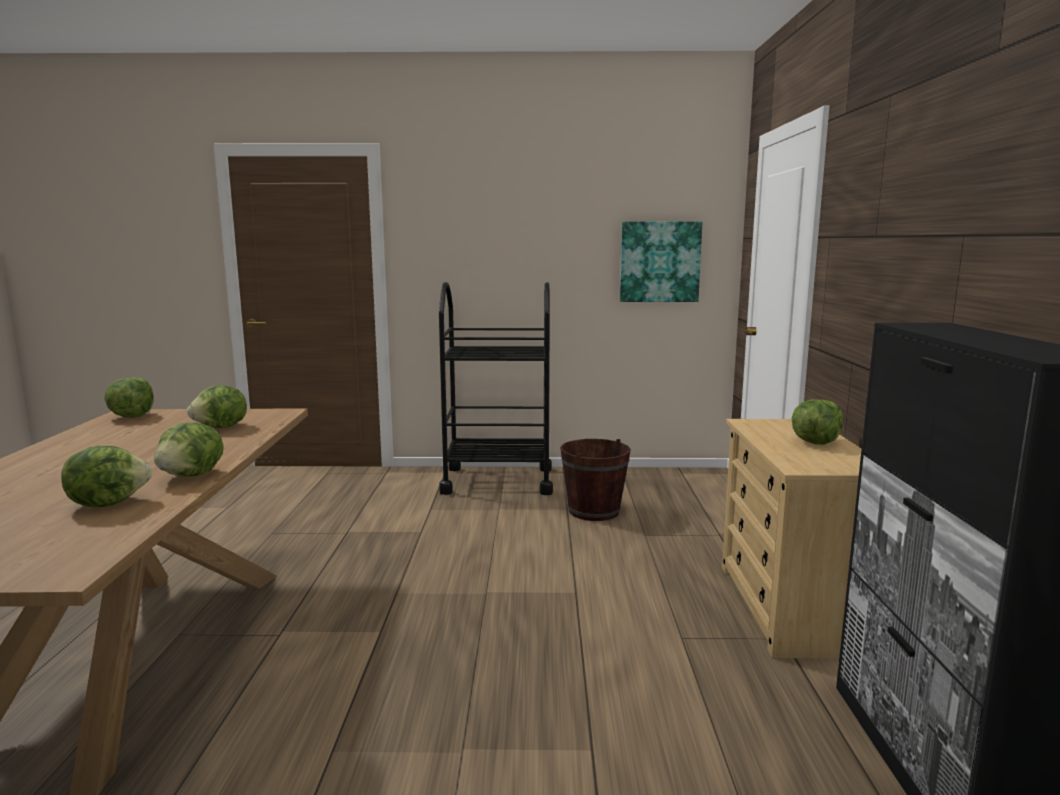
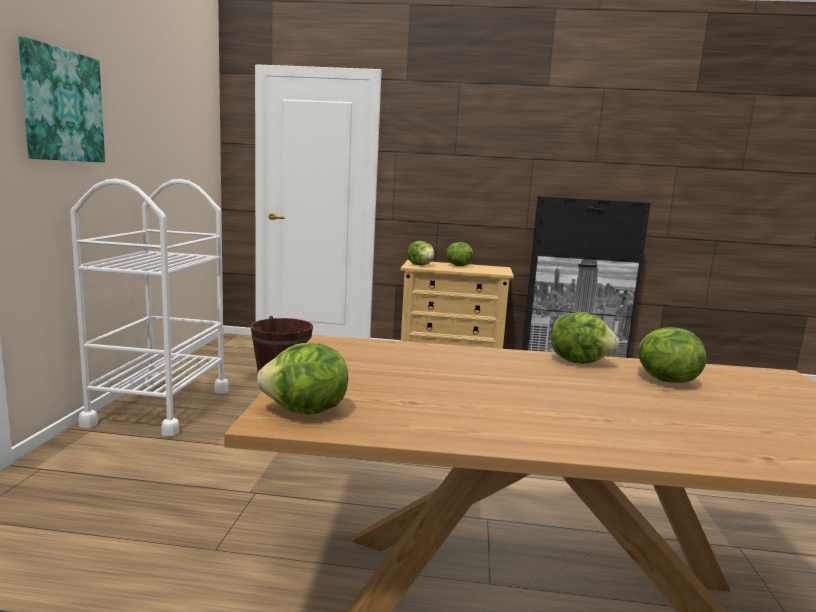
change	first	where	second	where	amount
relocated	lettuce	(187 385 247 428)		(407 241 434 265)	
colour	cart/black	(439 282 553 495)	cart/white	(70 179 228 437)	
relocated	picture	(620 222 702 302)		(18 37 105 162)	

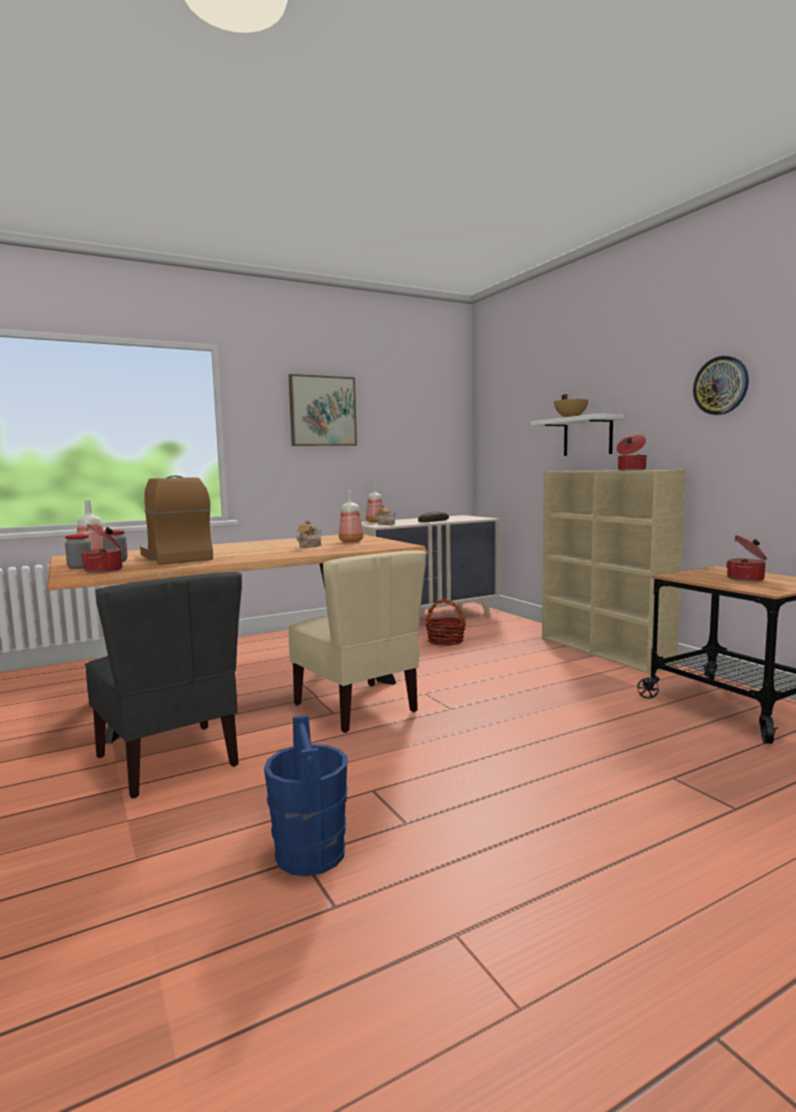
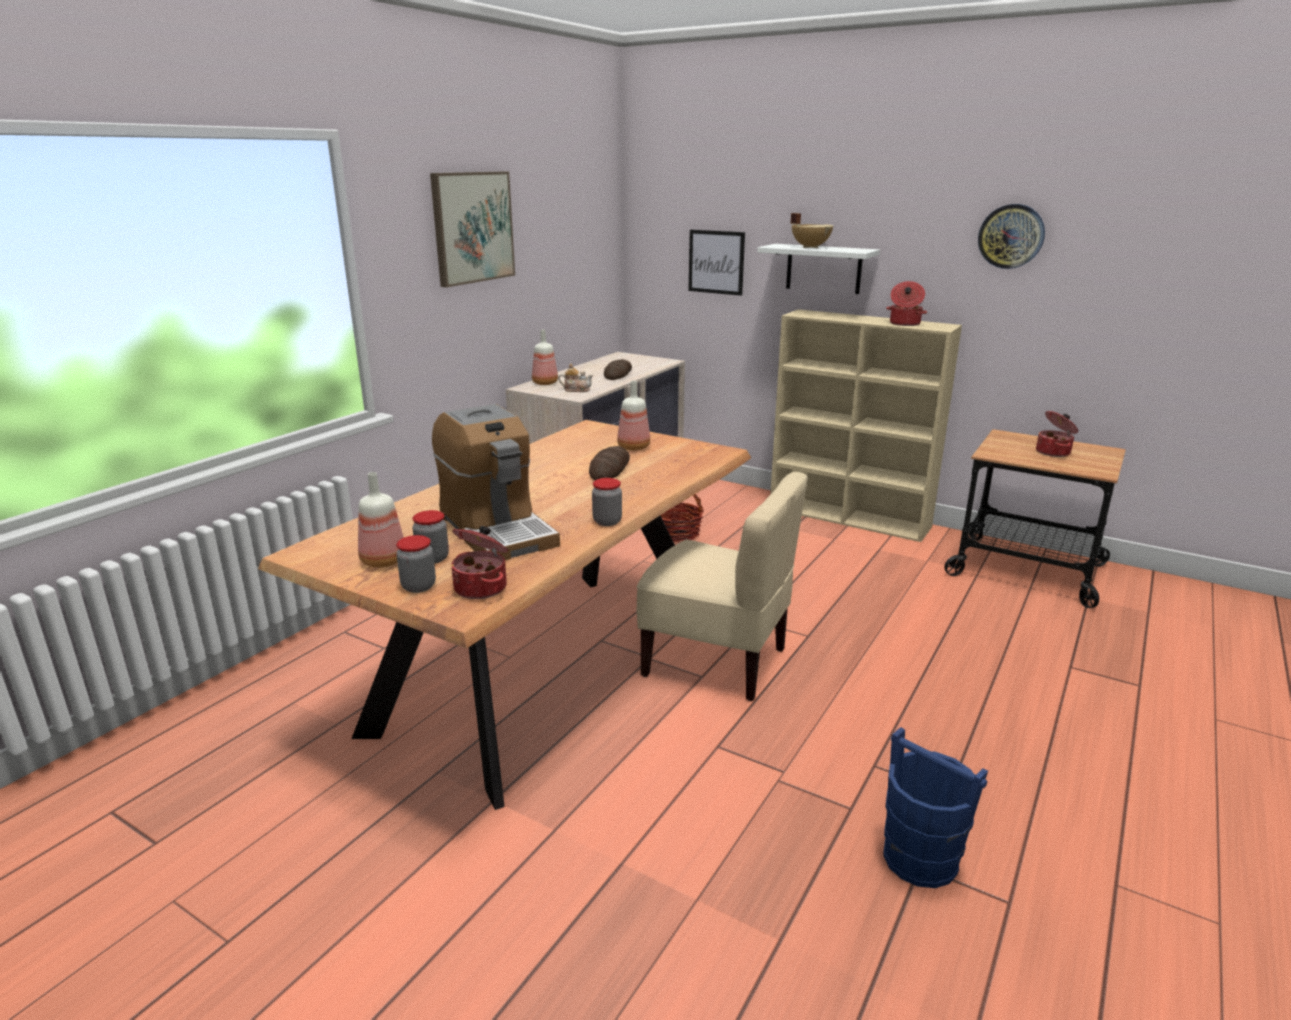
change	first	where	second	where	amount
missing	chair/grey	(85 572 242 799)			
spun	coffee machine	(140 476 213 565)		(432 404 560 560)	150 degrees counterclockwise
exchanged	teapot	(296 520 322 548)	bread	(589 446 630 480)	
appeared			jar	(592 478 622 526)	
appeared			picture	(688 230 745 296)	

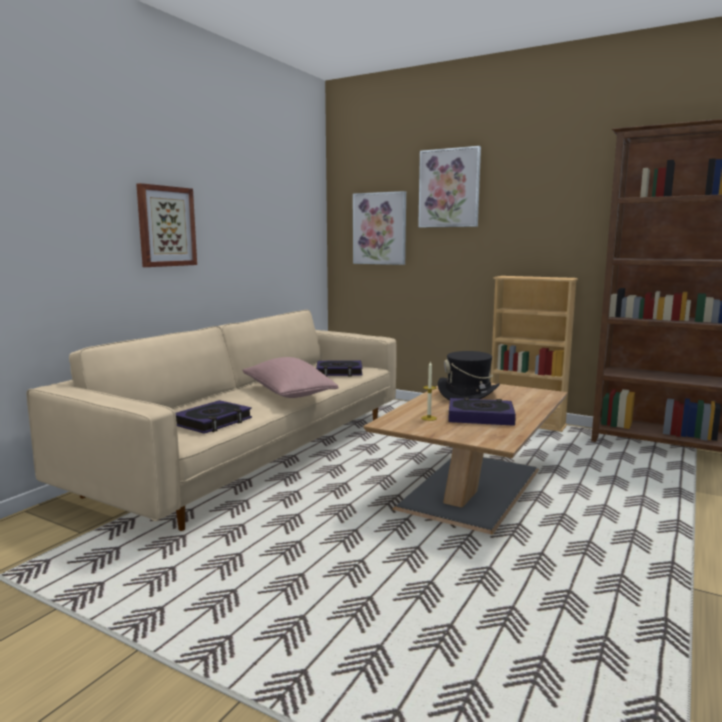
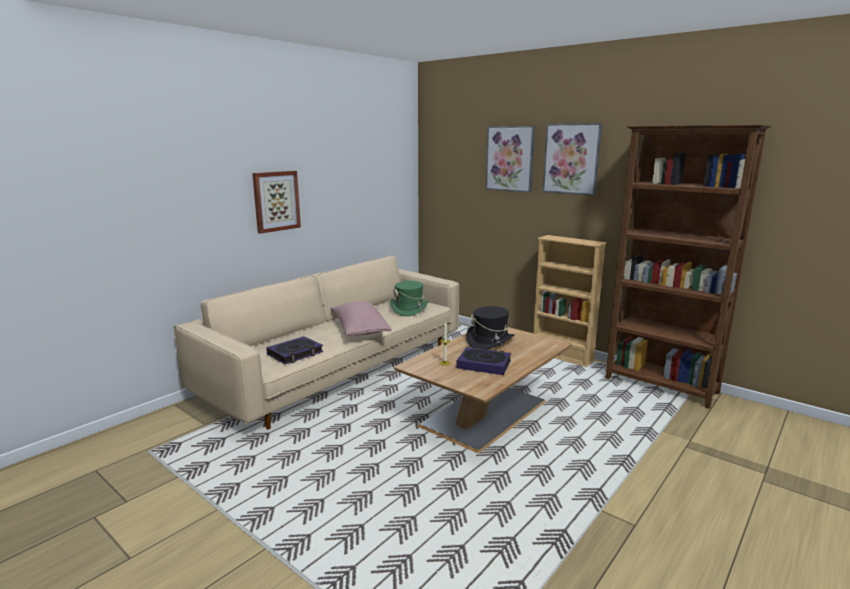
change	first	where	second	where	amount
exchanged	book	(316 360 362 377)	hat/green	(390 281 429 316)	
relocated	picture	(353 191 406 265)		(543 123 602 196)	

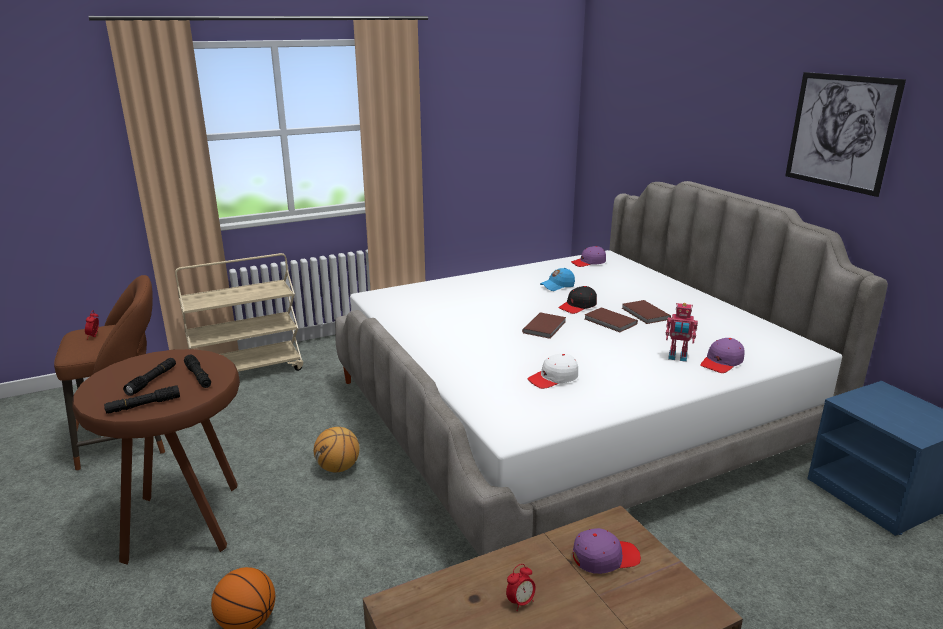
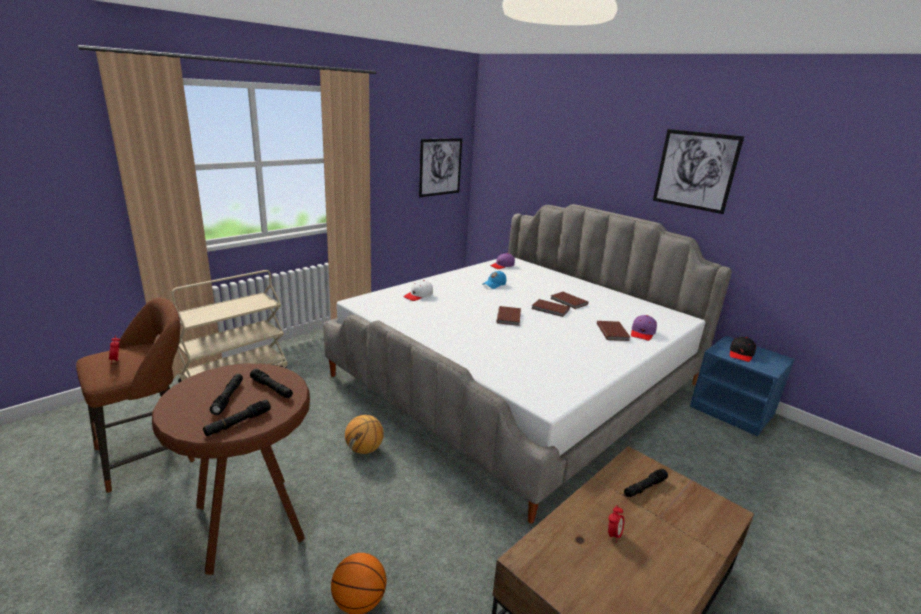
change	first	where	second	where	amount
relocated	cap/white	(528 354 578 389)		(403 280 433 301)	
relocated	cap/black	(559 286 597 314)		(730 337 756 362)	
exchanged	cap/purple	(572 528 641 574)	flashlight/black	(624 469 668 497)	
exchanged	toy robot	(666 303 698 362)	book/brown	(597 321 630 341)	
appeared			picture	(419 138 462 197)	

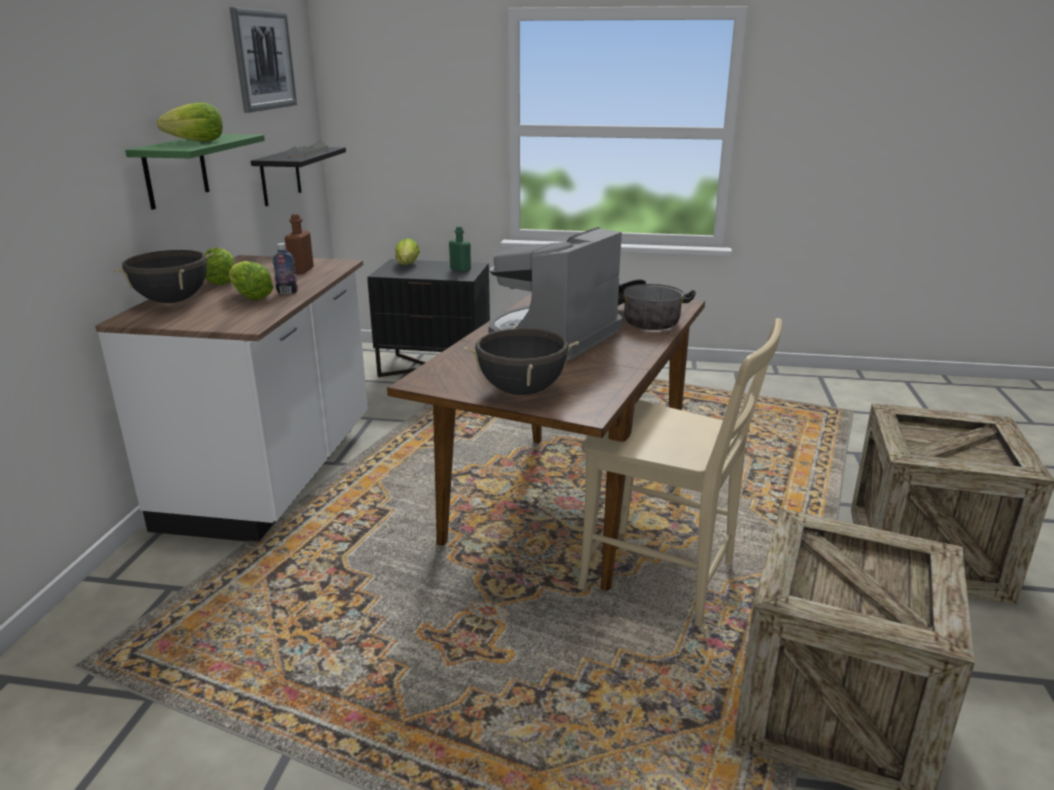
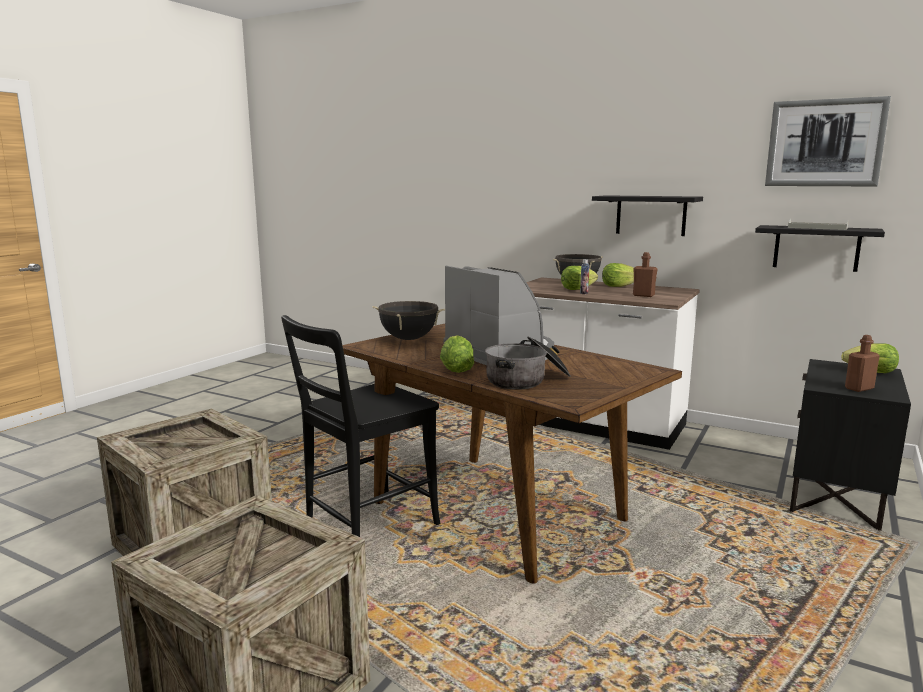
change	first	where	second	where	amount
colour	shelf/green	(125 134 265 210)	shelf/black	(592 195 703 236)	
relocated	lettuce	(157 102 223 141)		(440 335 474 373)	
colour	bottle/green	(449 226 471 272)	bottle/brown	(845 335 880 392)	
colour	chair/beige	(577 318 782 627)	chair/black	(281 315 441 537)	

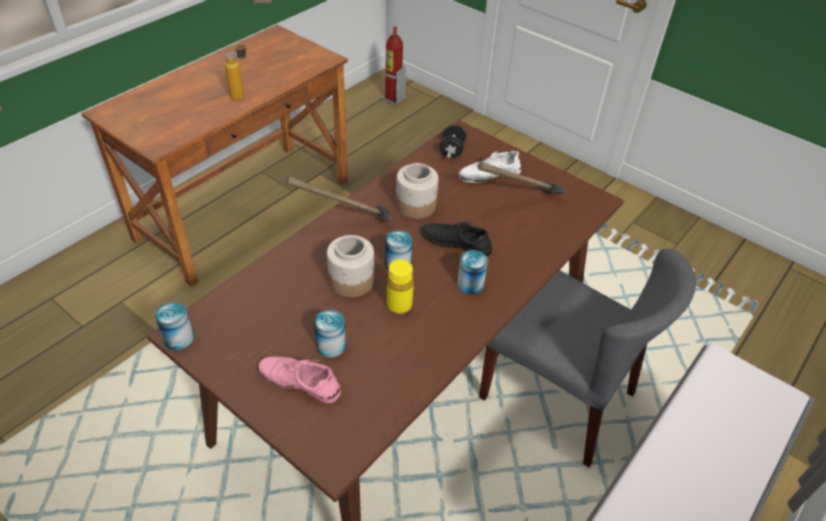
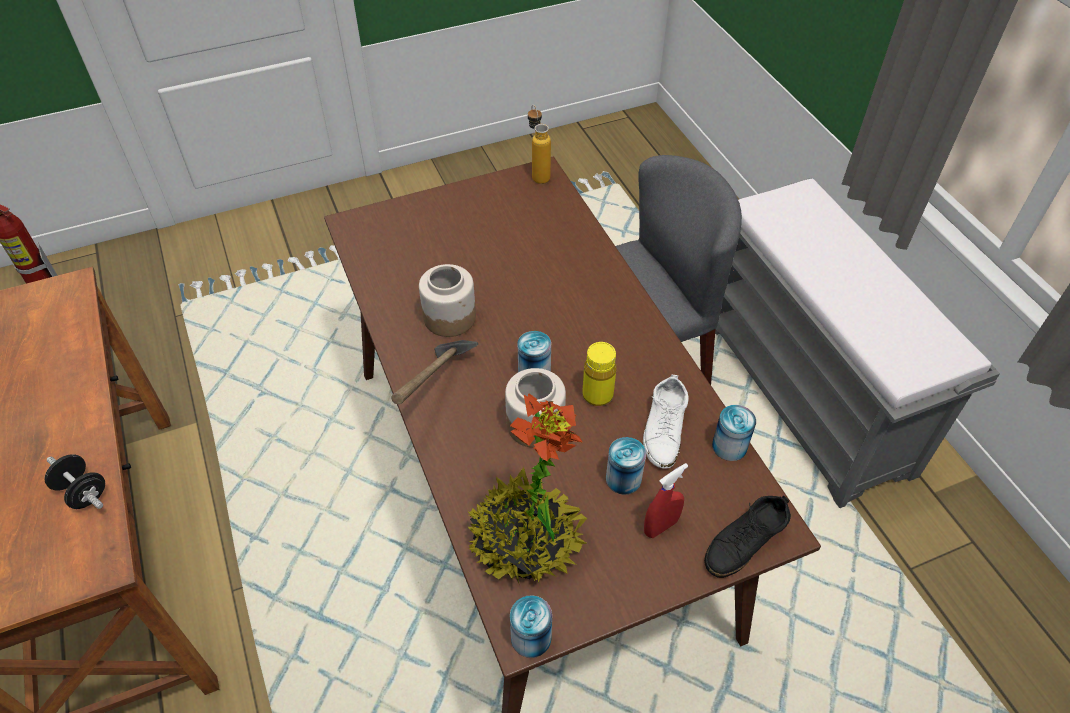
change	first	where	second	where	amount
relocated	bottle	(225 40 246 100)		(528 105 551 184)	
exchanged	shoe/pink	(258 357 341 403)	spray bottle/red	(644 463 688 538)	
relocated	shoe/black	(421 221 492 257)		(704 495 791 578)	
relocated	dumbbell/black	(439 125 466 158)		(45 454 105 509)	
relocated	can	(457 250 488 294)		(712 405 756 461)	
relocated	shoe/white	(459 151 521 183)		(643 375 689 469)	
missing	hammer	(478 162 566 194)			
appeared			potted plant	(467 393 587 586)	

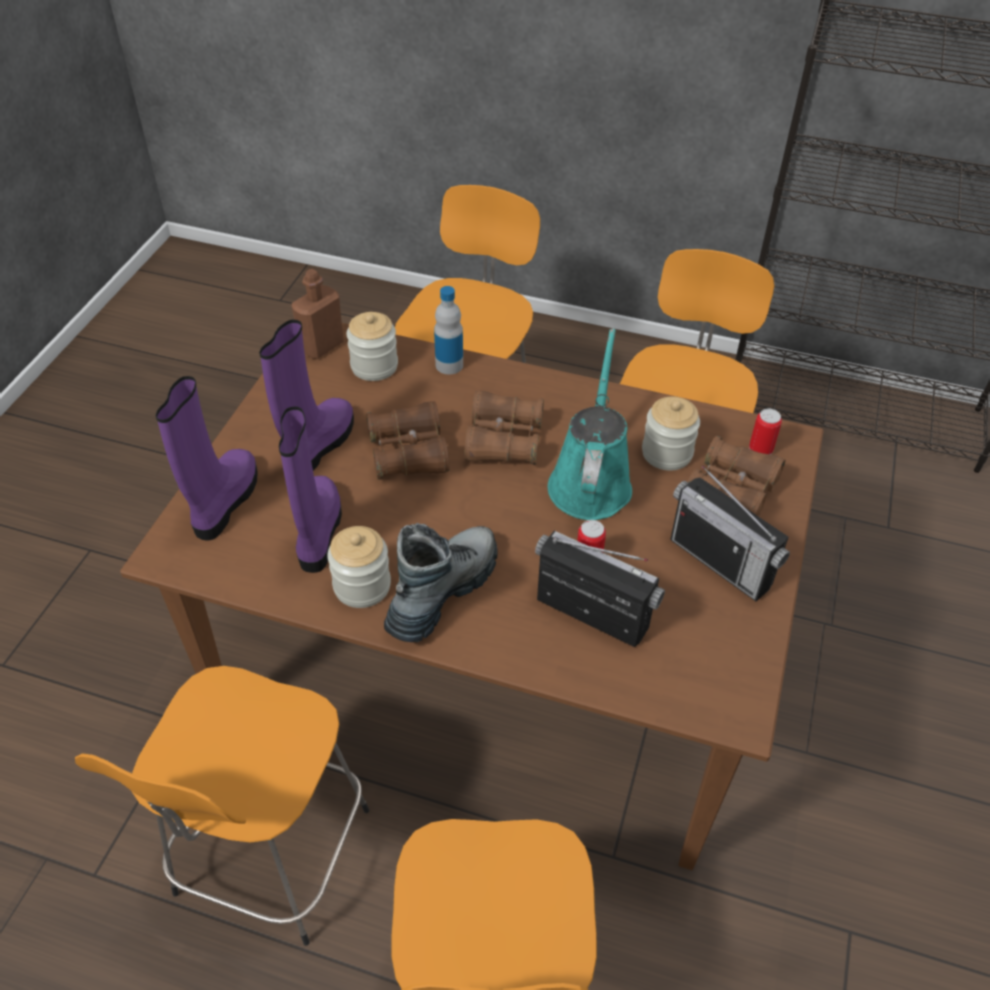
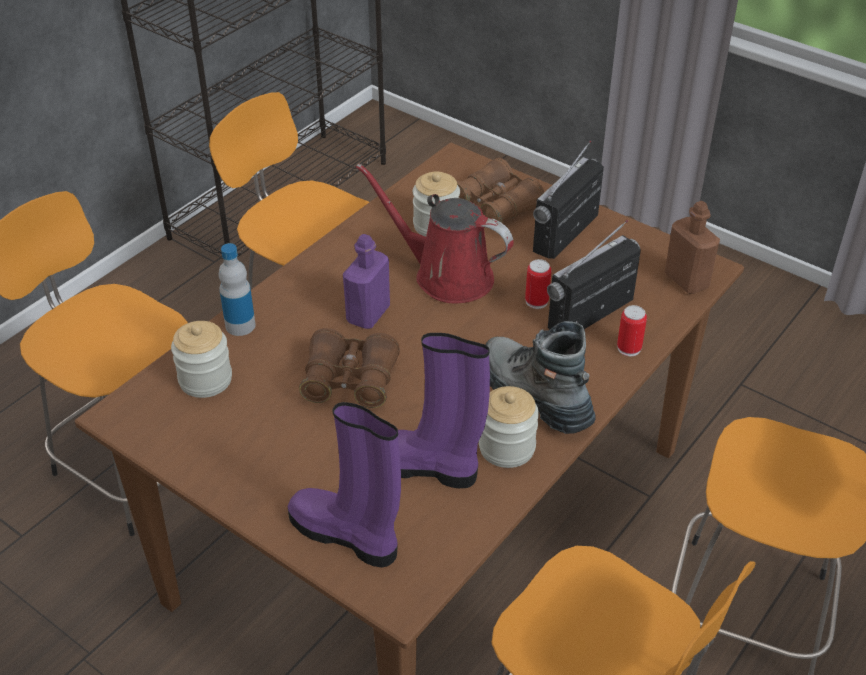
change	first	where	second	where	amount
missing	boot/purple	(259 320 354 470)			
relocated	bottle/brown	(292 269 344 359)		(664 201 720 294)	
exchanged	binoculars/brown	(465 390 544 465)	bottle/purple	(343 234 390 329)	
colour	watering can/turquoise	(548 329 632 520)	watering can/red	(356 164 513 303)	
spun	radio	(670 466 790 602)		(533 140 604 259)	150 degrees clockwise
relocated	can	(749 409 782 455)		(617 305 647 356)	

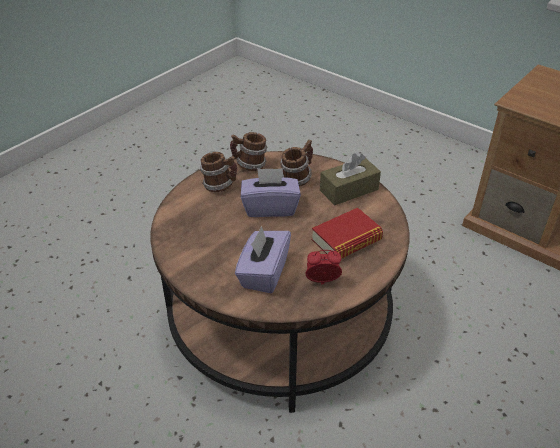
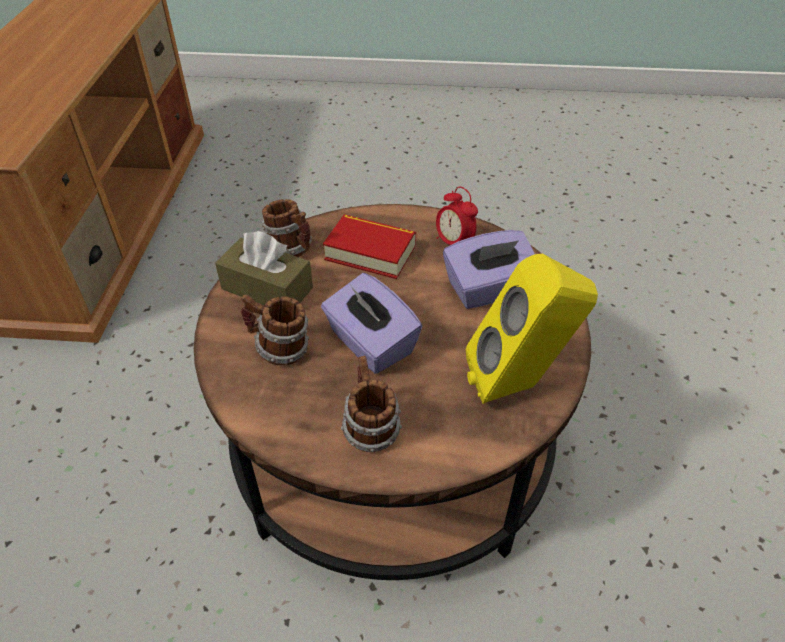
change	first	where	second	where	amount
relocated	mug	(230 132 267 171)		(262 199 312 257)	
appeared			speaker/yellow	(466 253 598 404)	

